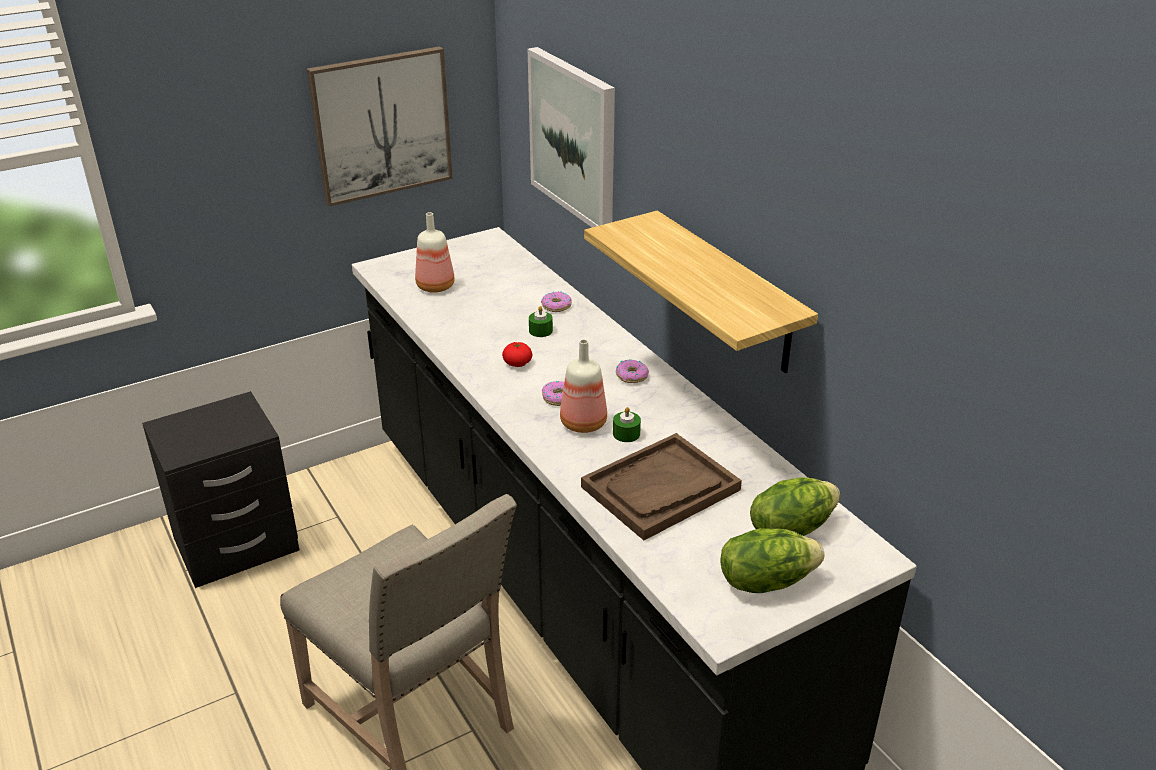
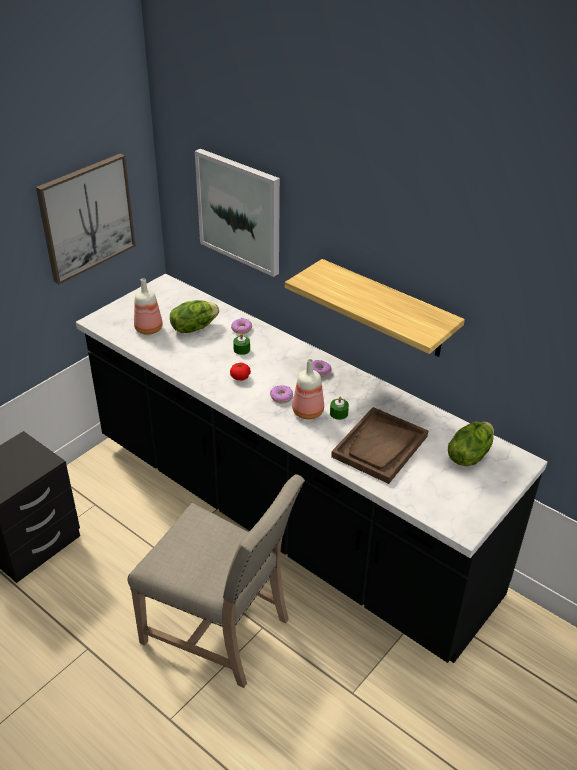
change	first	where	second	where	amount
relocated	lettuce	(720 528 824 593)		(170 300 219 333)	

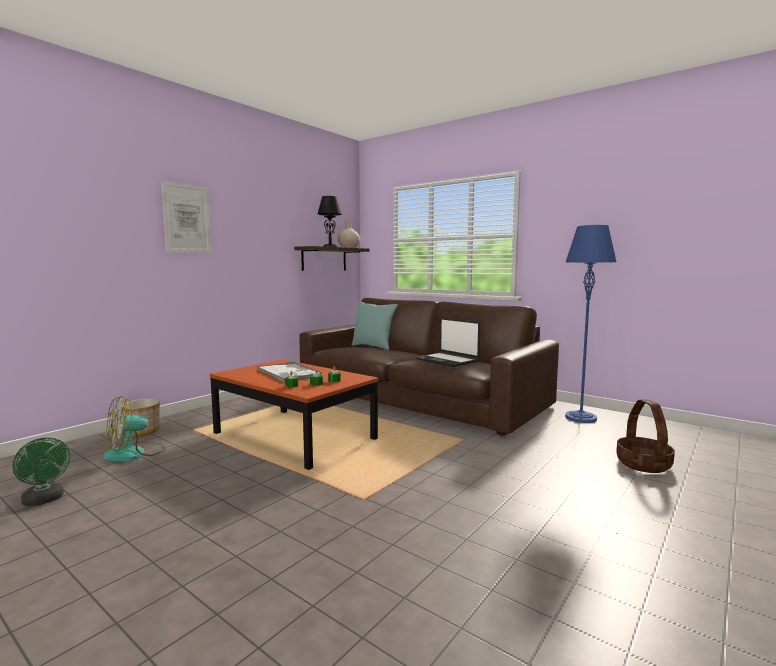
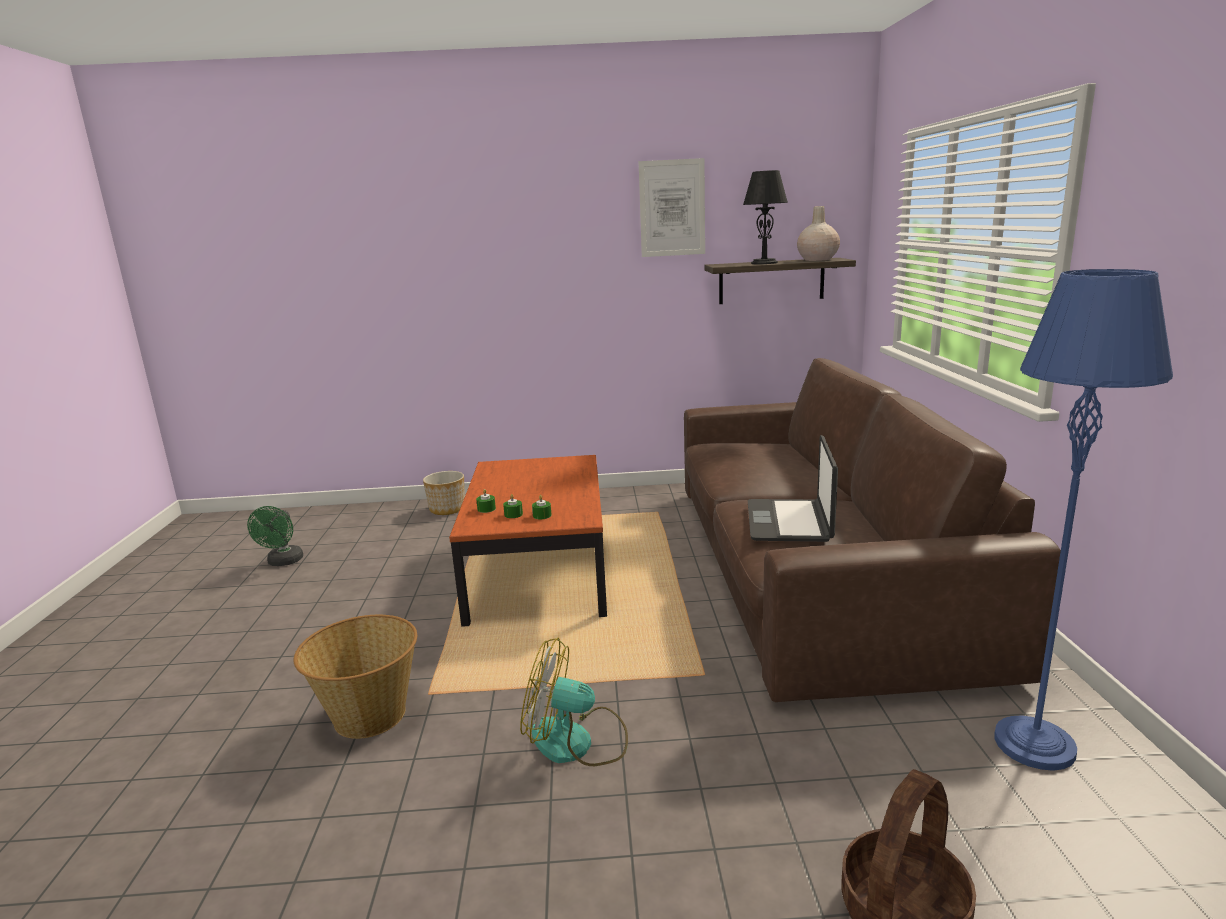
change	first	where	second	where	amount
relocated	fan	(103 396 165 461)		(520 638 628 766)	
relocated	picture	(161 181 211 253)		(639 158 705 257)	
missing	tray	(258 362 322 382)			
missing	pillow/turquoise	(351 301 398 350)			
appeared			basket	(294 615 417 739)	

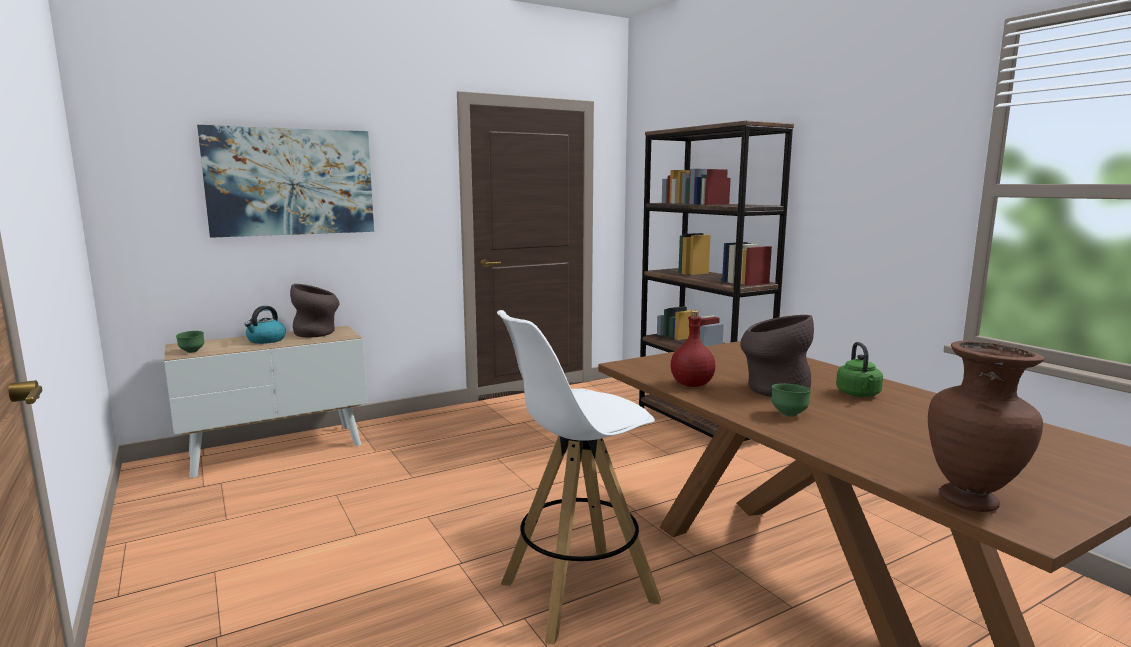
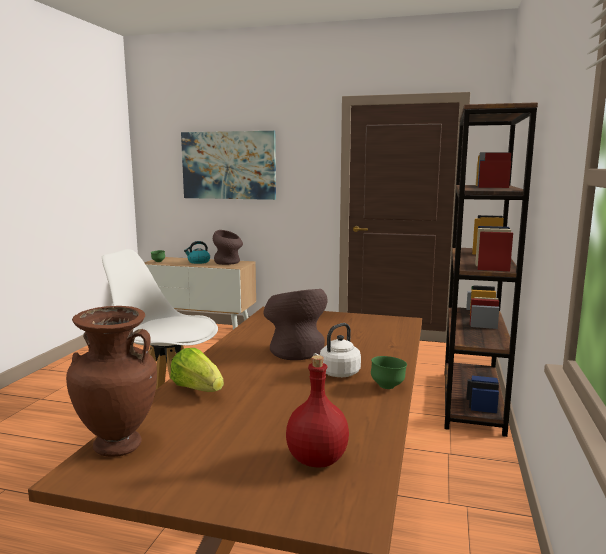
change	first	where	second	where	amount
relocated	bottle/red	(671 311 715 387)		(286 355 349 468)	
relocated	bowl/green	(771 384 811 417)		(371 356 407 389)	
colour	kettle/green	(836 342 883 397)	kettle/white	(313 323 361 377)	
appeared			lettuce	(170 348 224 392)	

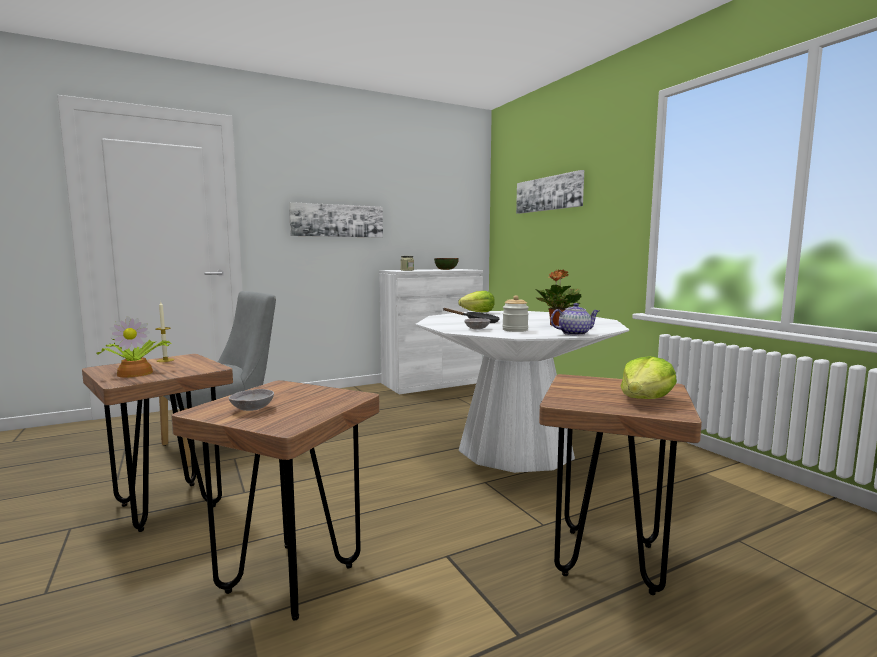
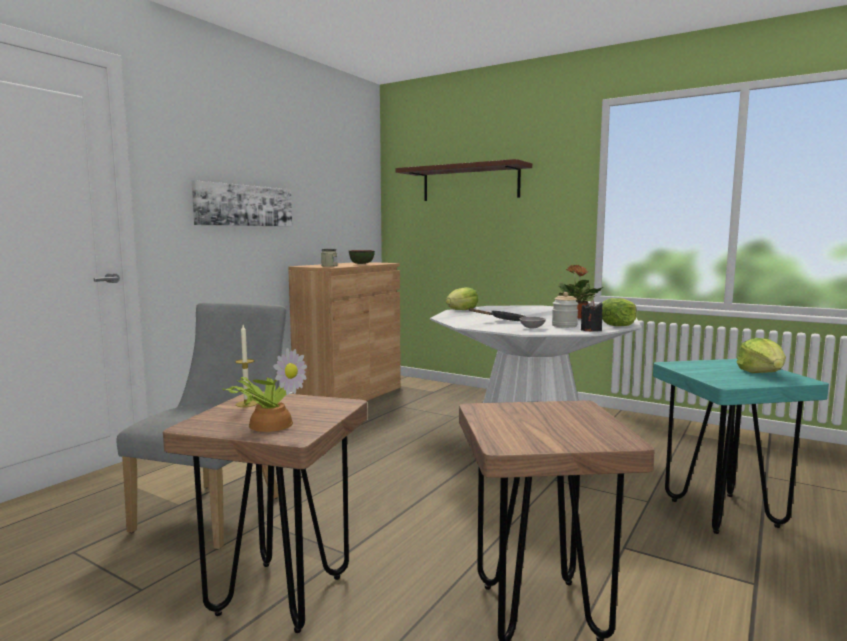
change	first	where	second	where	amount
missing	bowl/grey	(229 389 274 411)			
colour	cabinet/white	(379 269 483 394)	cabinet/brown	(288 262 401 401)	
exchanged	picture	(516 170 584 214)	shelf/brown	(396 159 532 201)	
colour	stool/brown	(539 374 702 595)	stool/turquoise	(653 359 829 534)	
exchanged	teapot	(550 303 599 336)	lettuce	(602 298 636 326)	
appeared			candle/black	(581 300 602 332)	

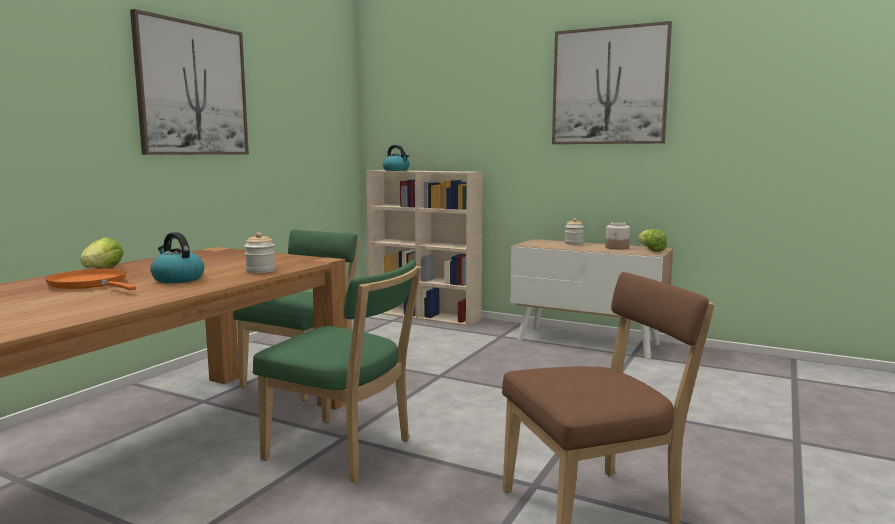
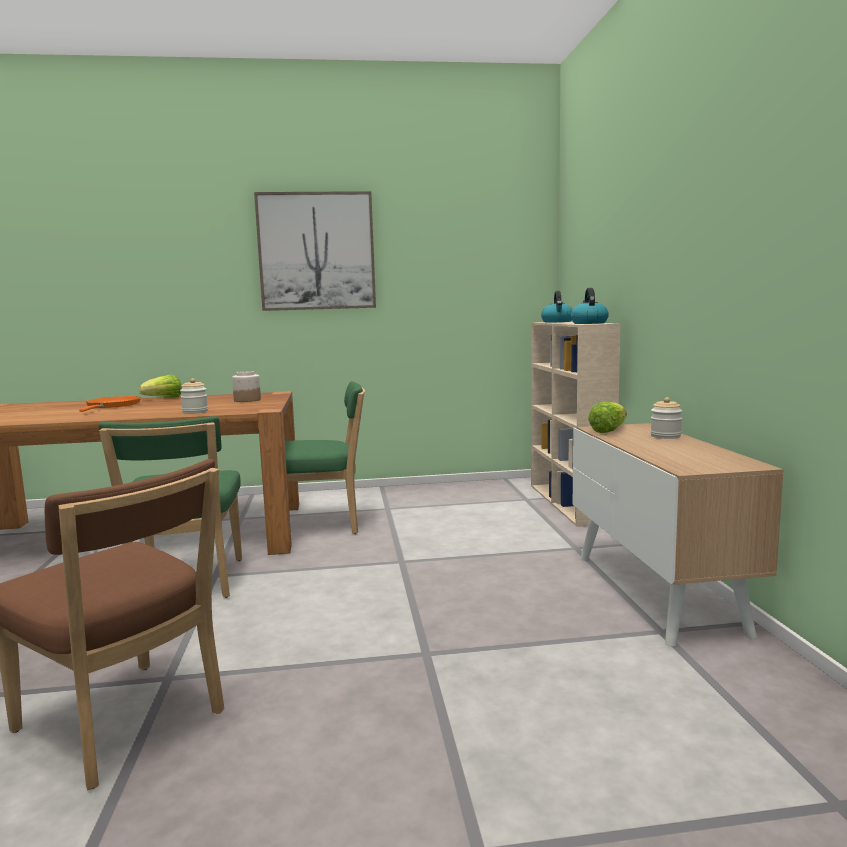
change	first	where	second	where	amount
relocated	kettle	(150 232 205 283)		(571 288 609 324)	
missing	picture	(552 21 672 144)			
relocated	jar	(605 222 630 250)		(232 371 261 402)	
relocated	lettuce	(638 229 667 252)		(588 402 627 433)	

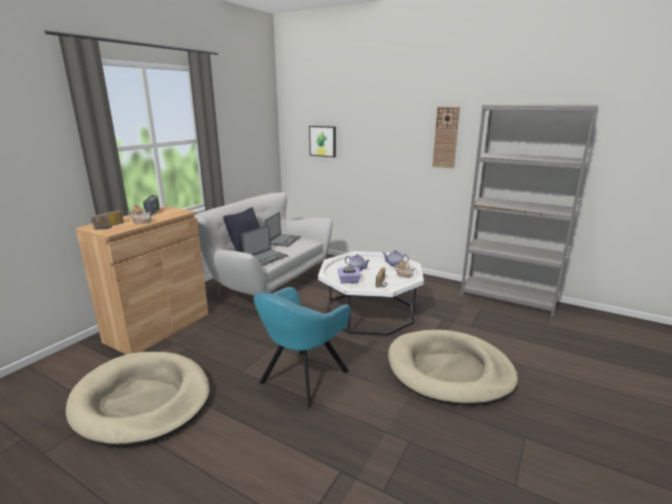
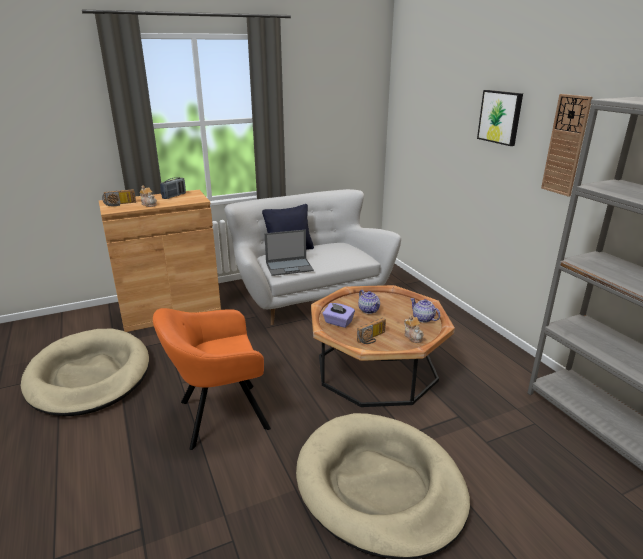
change	first	where	second	where	amount
colour	armchair/turquoise	(253 287 351 408)	armchair/orange	(153 308 271 450)	
missing	laptop	(265 212 301 247)			
relocated	picture	(309 126 336 157)		(477 90 523 146)	
colour	coffee table/white	(318 251 424 336)	coffee table/brown	(311 285 455 407)	

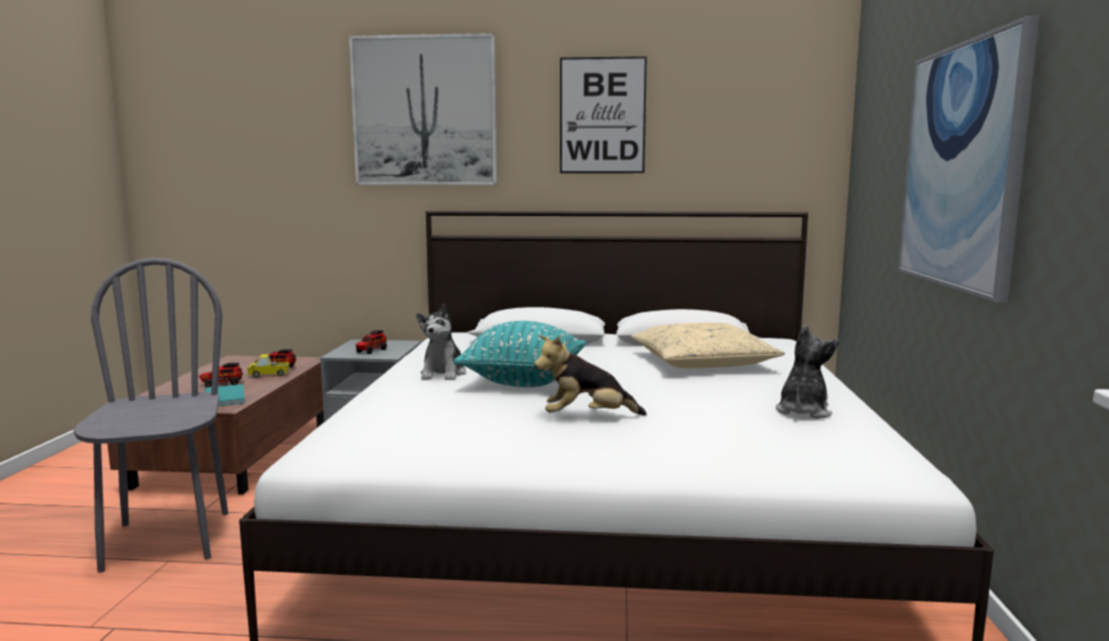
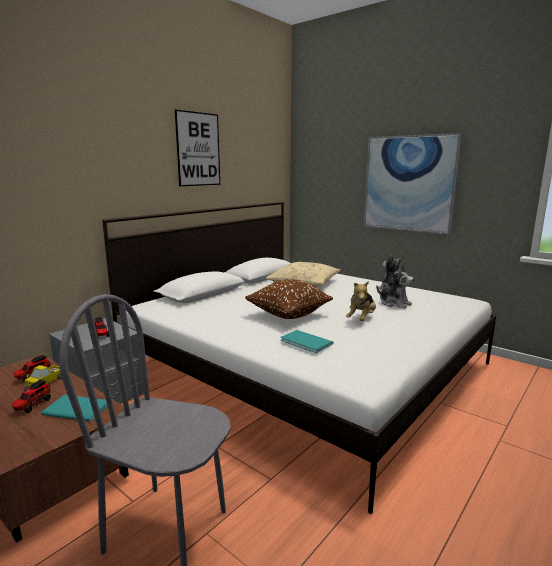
change	first	where	second	where	amount
missing	picture	(349 33 497 185)			
relocated	plush toy	(416 304 466 380)		(376 265 414 309)	
colour	pillow/turquoise	(454 321 586 387)	pillow/brown	(245 279 333 319)	
appeared			book/turquoise	(280 330 334 353)	

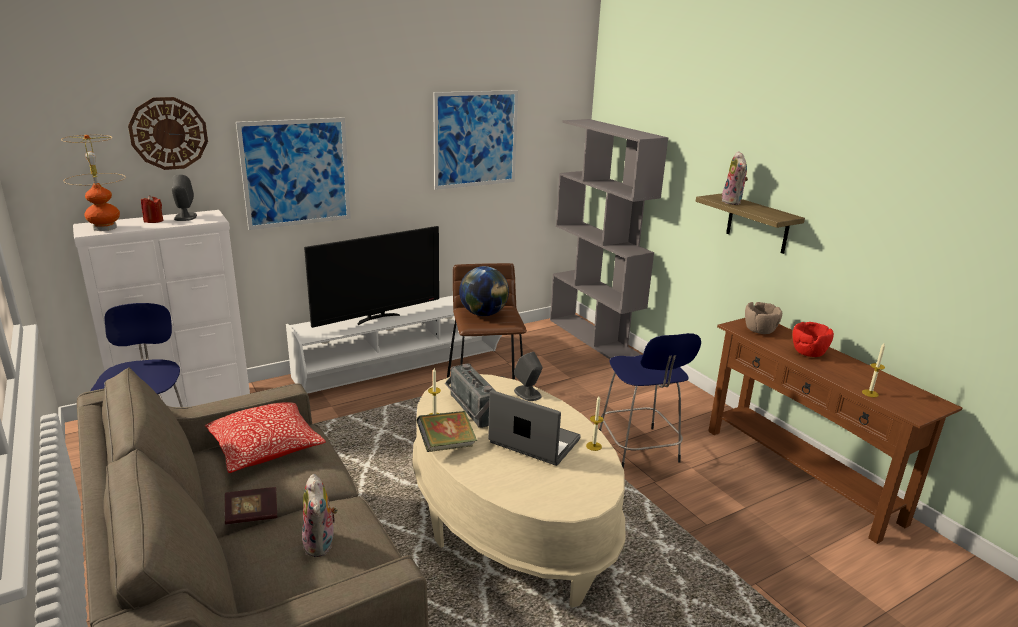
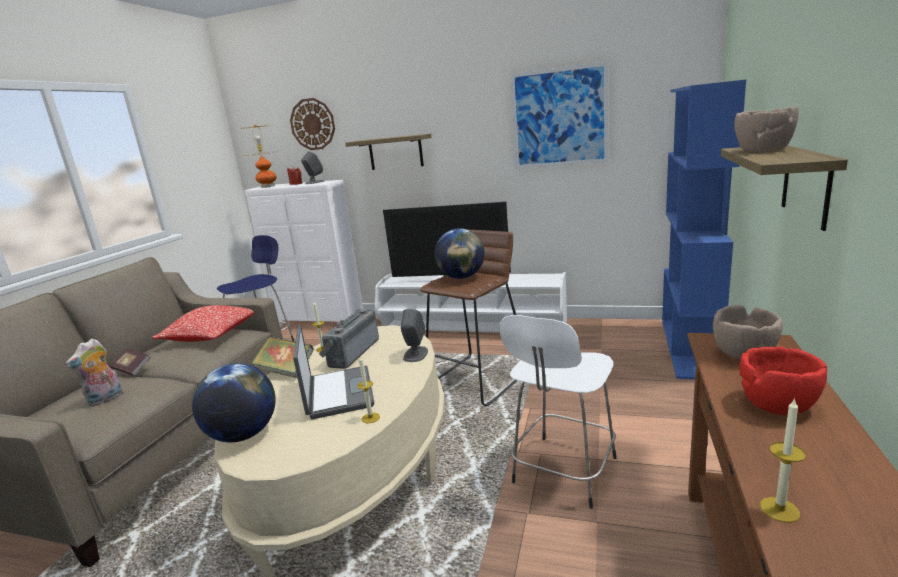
change	first	where	second	where	amount
exchanged	picture	(236 117 351 230)	shelf	(345 134 431 170)	
colour	bookcase/grey	(550 119 668 359)	bookcase/blue	(662 80 746 380)	
colour	stool/blue	(599 333 701 469)	stool/white	(499 315 616 509)	
exchanged	plush toy	(722 151 748 205)	bowl/brown	(734 106 799 152)	
appeared			globe	(192 363 276 442)	

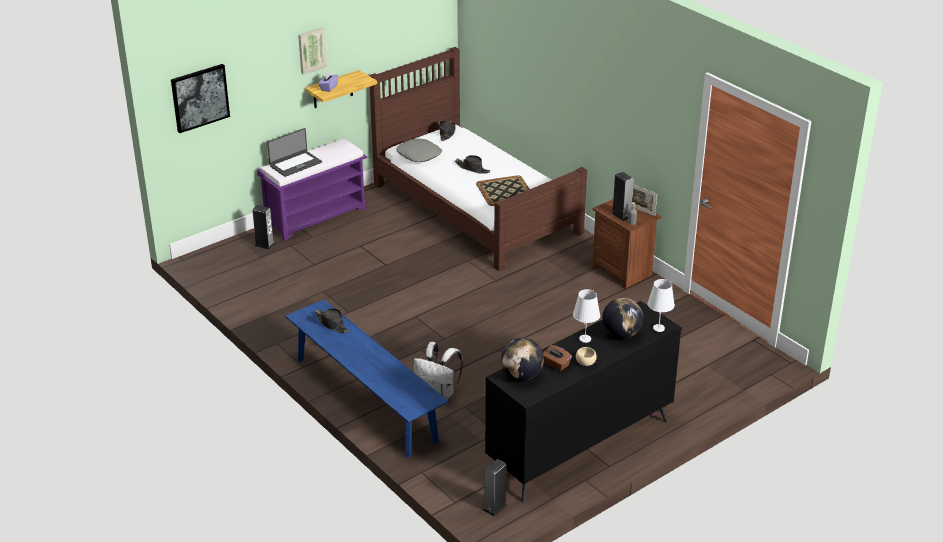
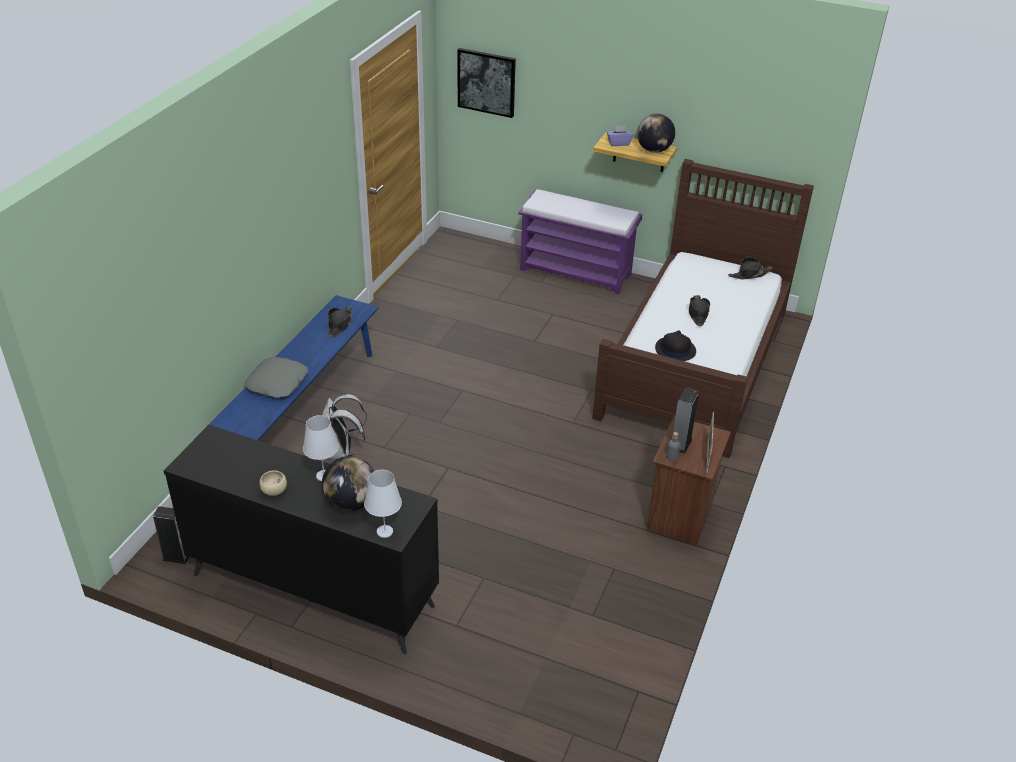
change	first	where	second	where	amount
missing	speaker	(252 205 275 249)			
missing	laptop	(267 128 322 177)			
missing	picture	(298 28 327 75)			
relocated	pillow/grey	(396 139 442 162)		(245 357 308 397)	
exchanged	tray	(476 175 529 206)	hat/black	(655 330 696 361)	
relocated	globe	(501 338 544 380)		(637 114 675 153)	
missing	tissue box/brown	(543 345 572 371)			

